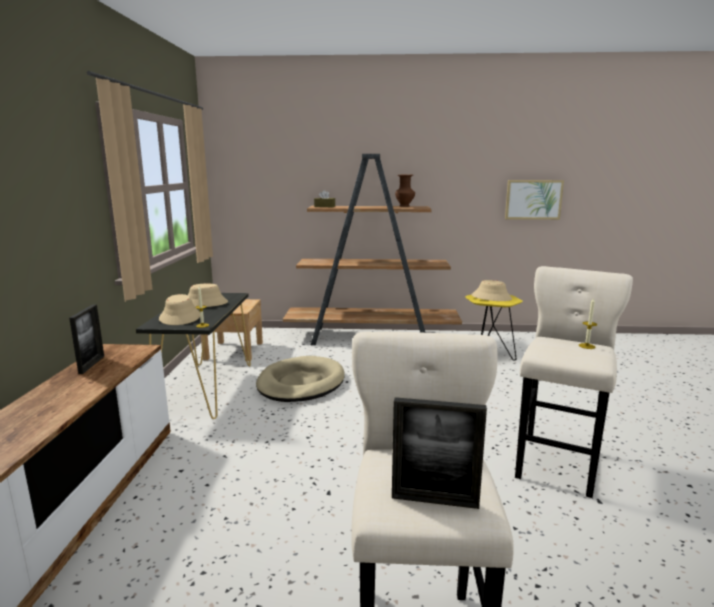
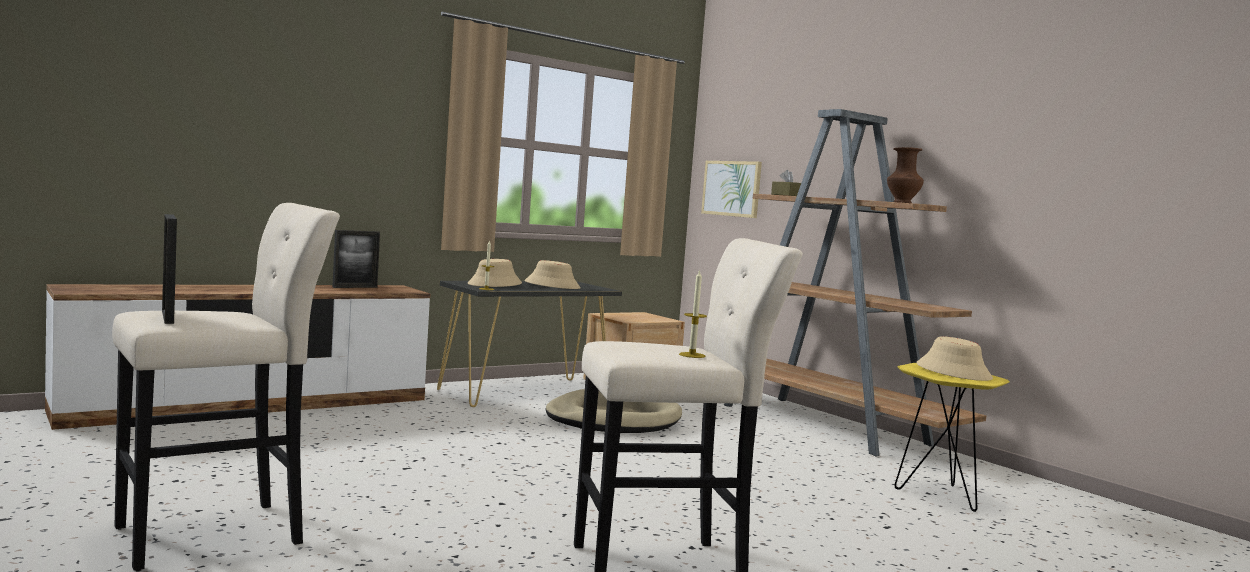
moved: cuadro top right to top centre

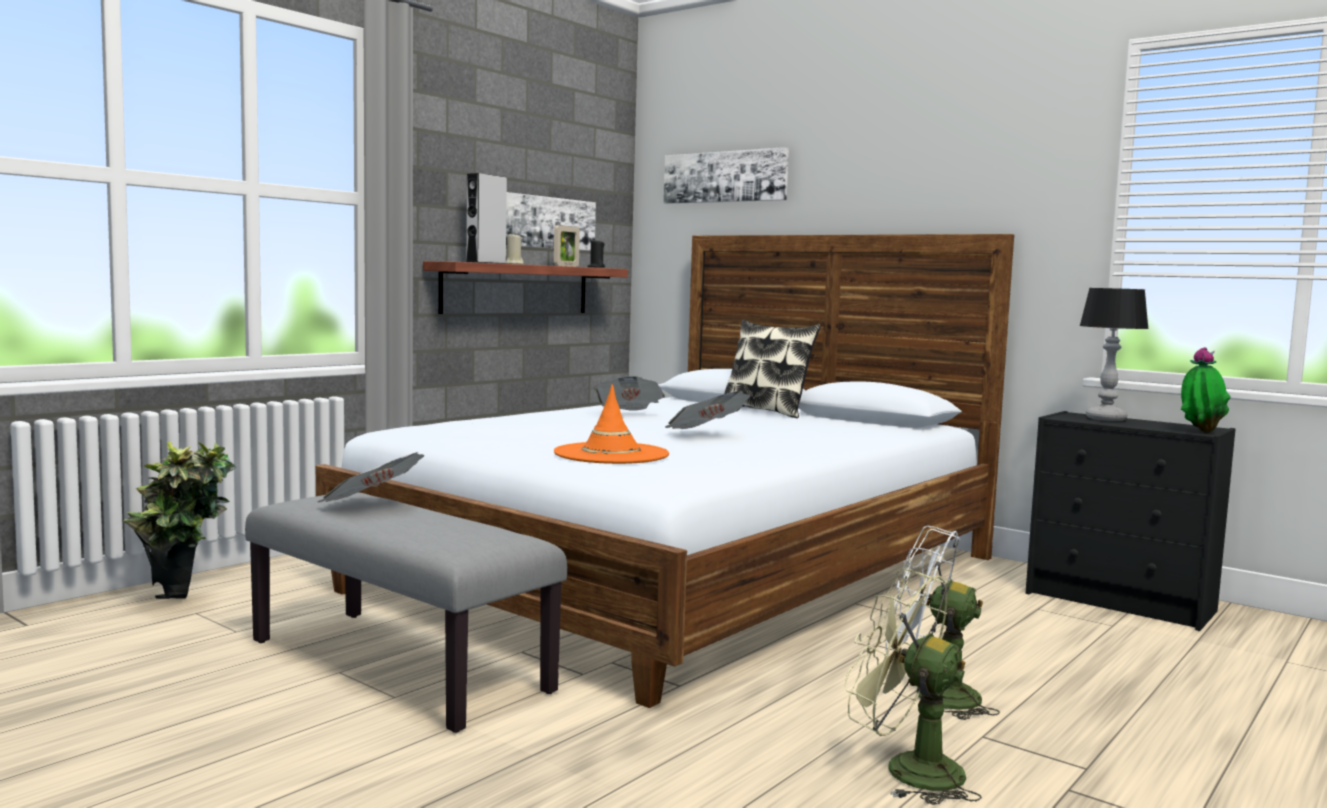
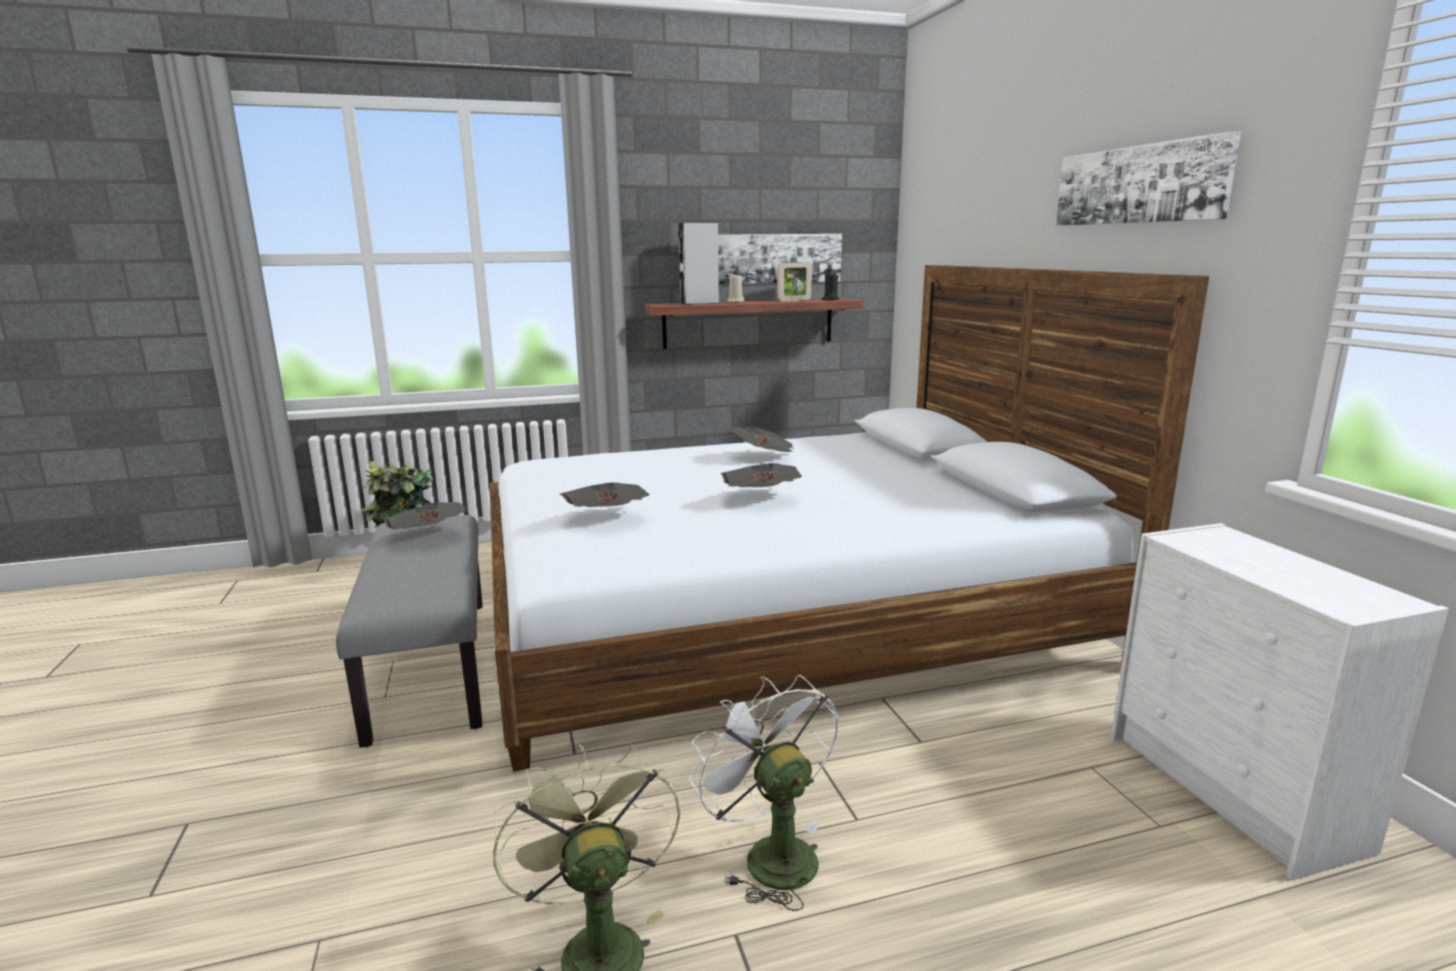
removed: lámpara de mesa middle right; cojín centre; planta en maceta (2nd from left) middle right
moved: cuadro (2nd from left) top centre to top right
replaced: sombrero (naranja) centre to periódico (2nd from left) centre
recoloured: cómoda (negro) middle right to cómoda (blanco) bottom right

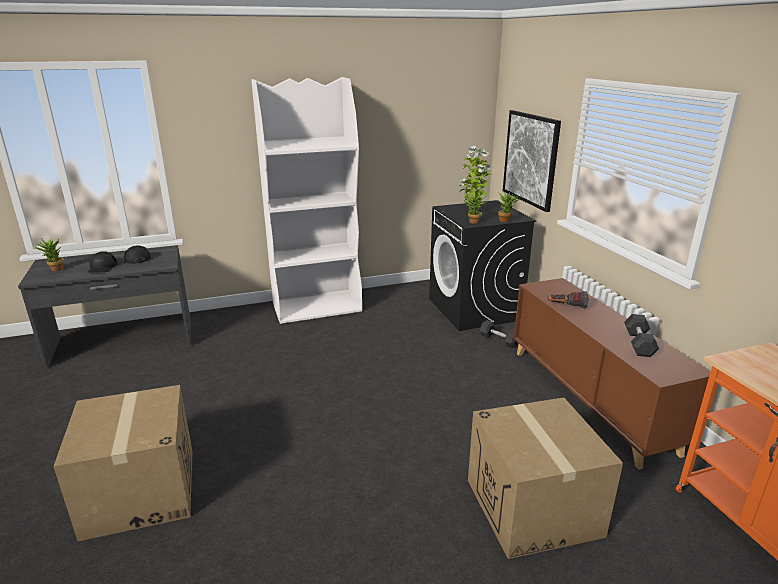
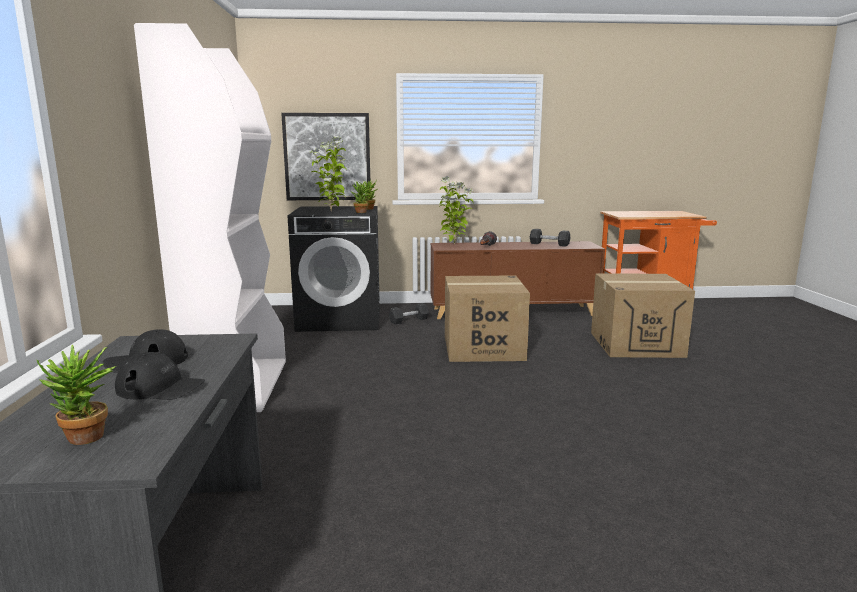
added: planta en maceta (5th from left) centre
moved: caja de cartón (1st from left) bottom left to centre

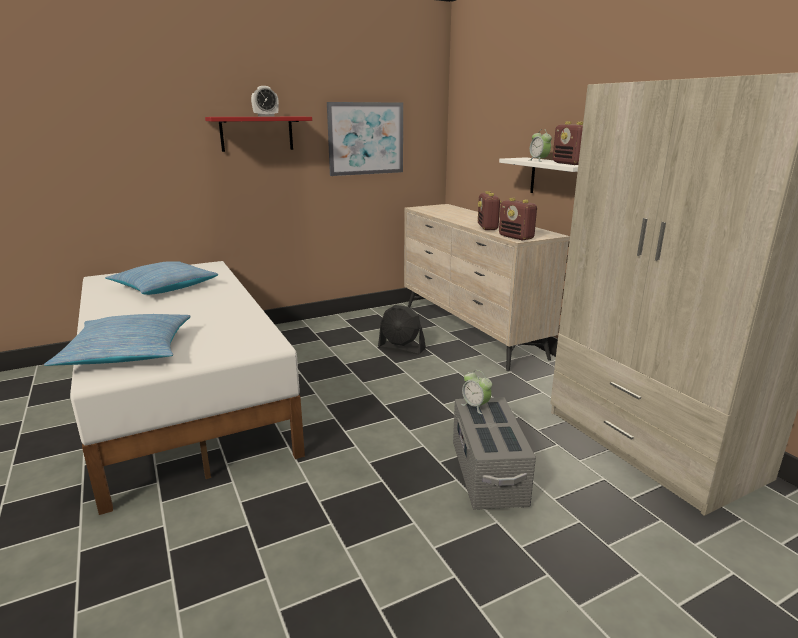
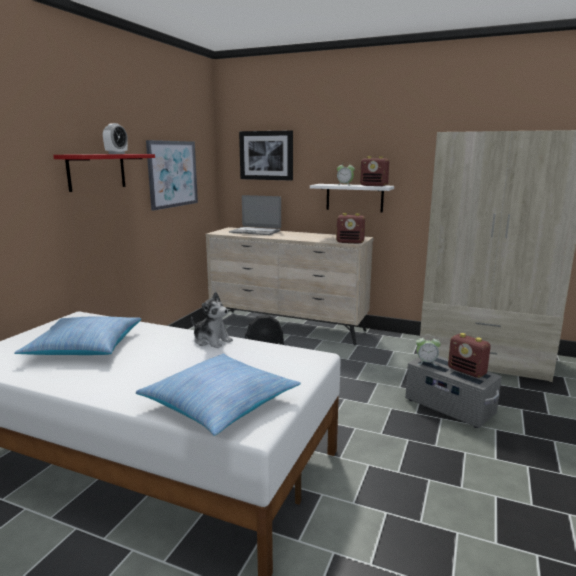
added: cuadro (2nd from left) top centre; portátil centre; peluche centre
moved: radio (1st from left in the first image) top centre to radio (3rd from left) middle right

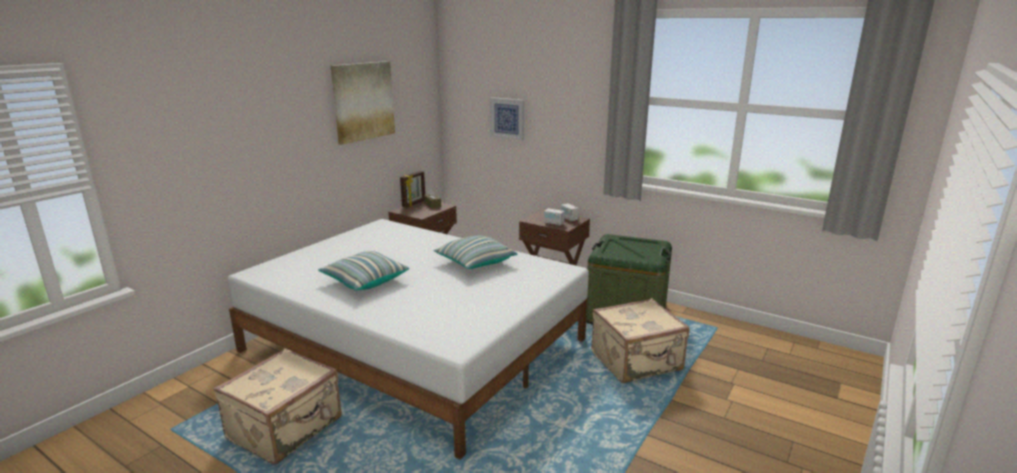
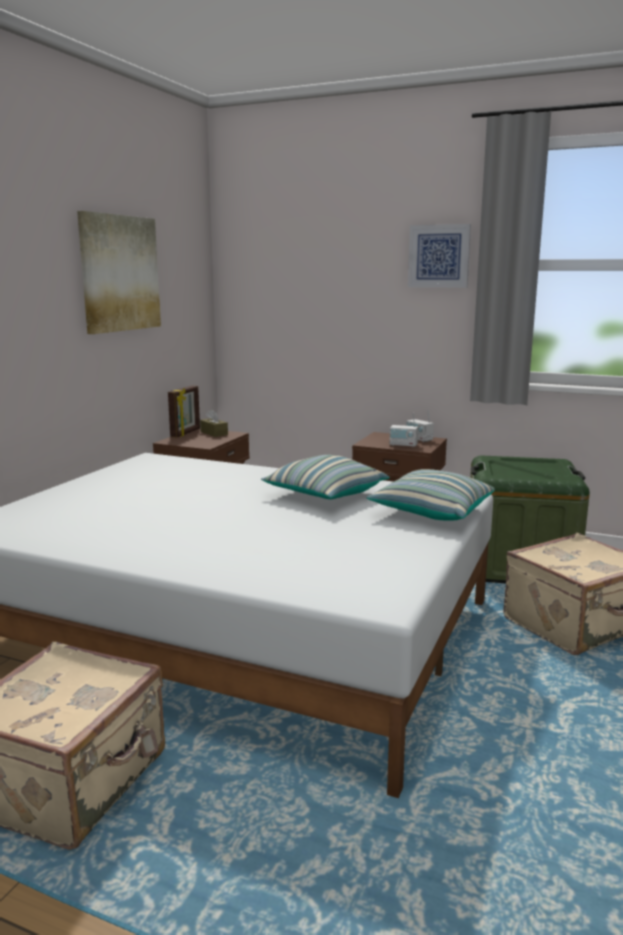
moved: cuadro (2nd from left) top centre to top right; cojín (1st from left in the first image) centre to cojín (2nd from left) middle right

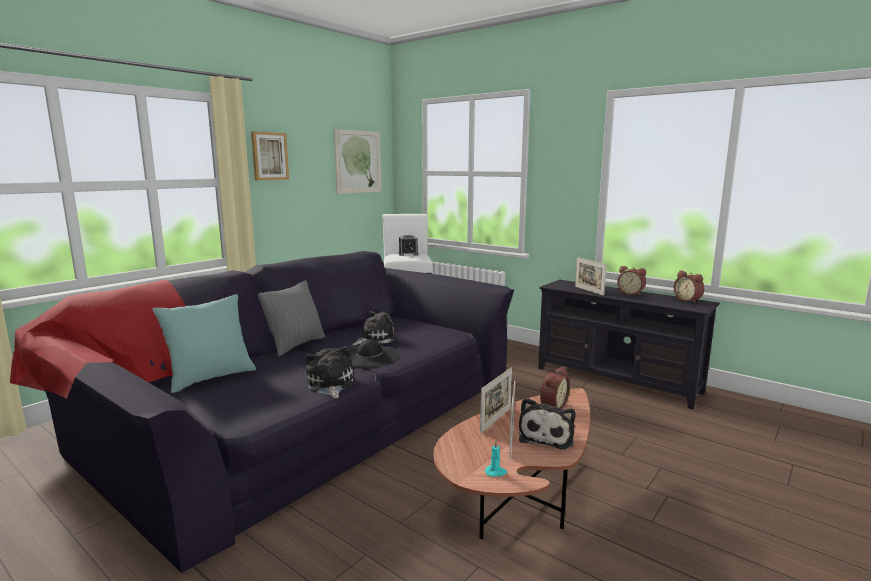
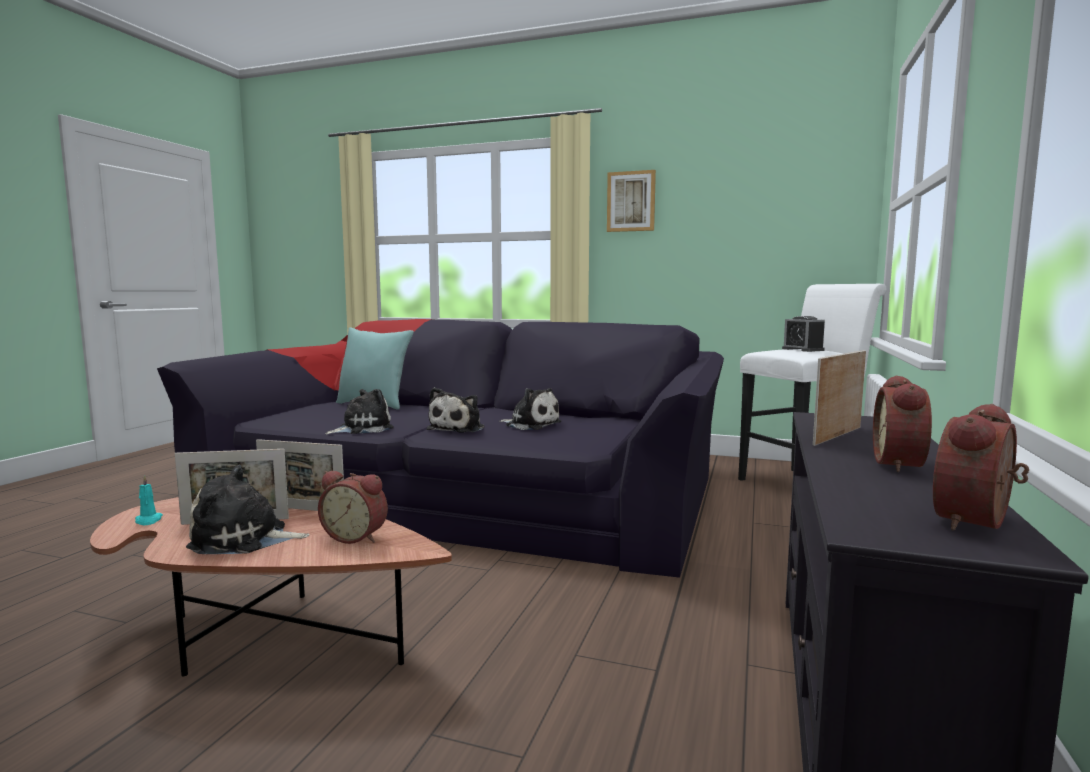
removed: cuadro (2nd from left) top centre; cojín (gris) centre
replaced: sombrero (negro) centre to peluche (3rd from left) centre

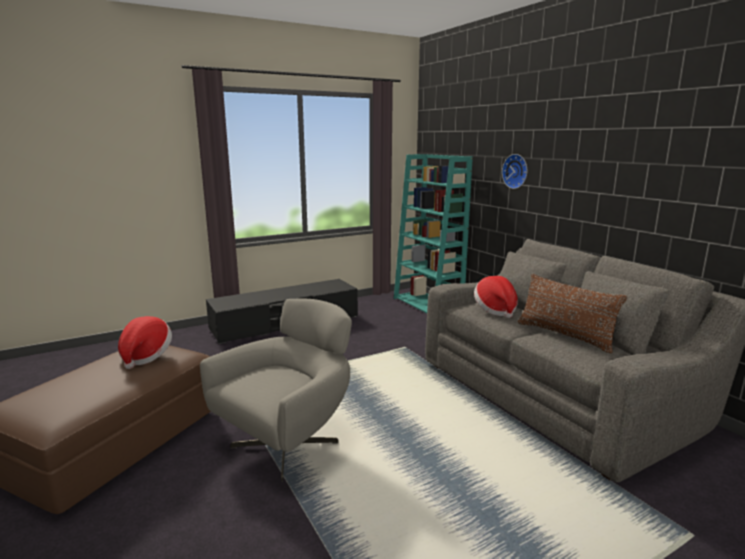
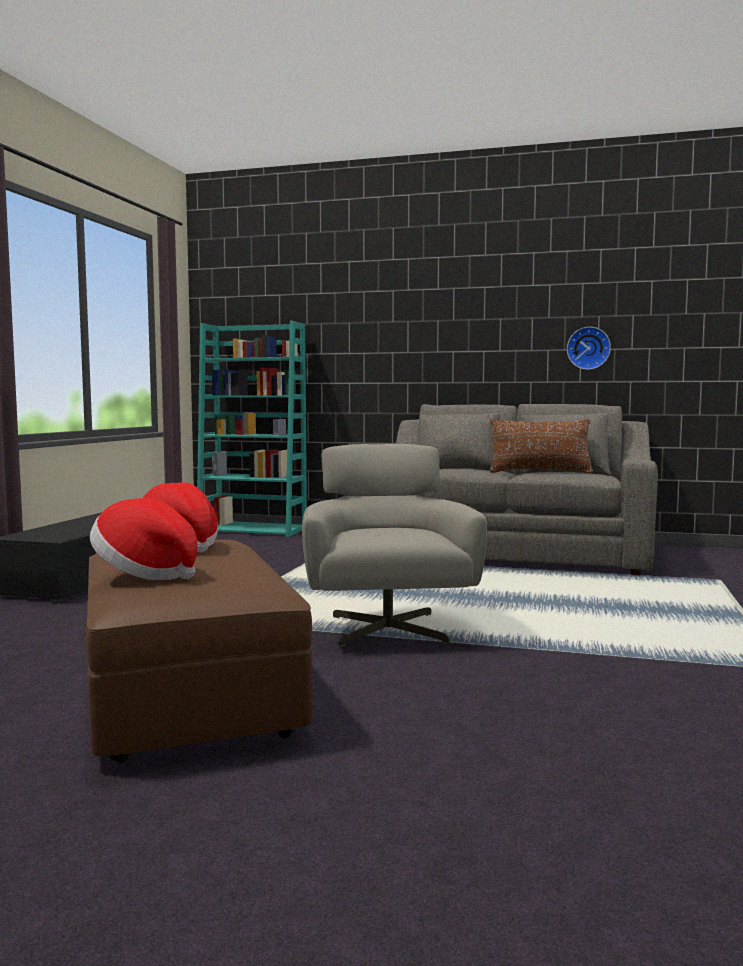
moved: reloj de pared top right to middle right; sombrero (2nd from left in the first image) centre to sombrero (1st from left) middle left

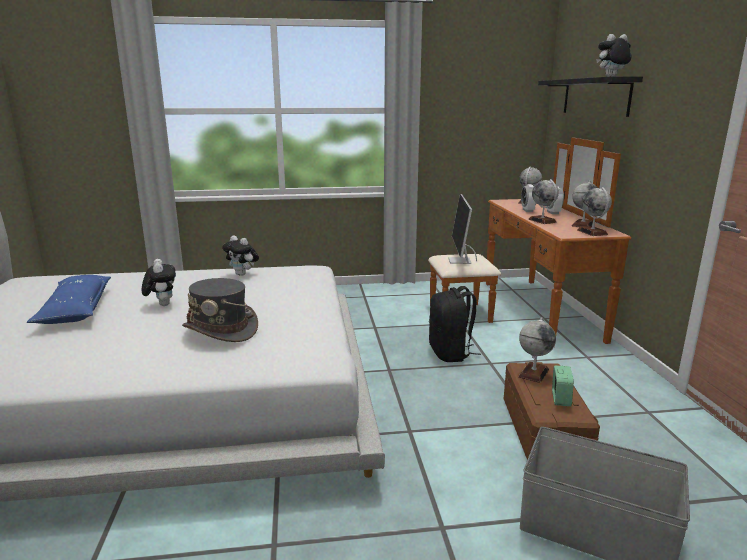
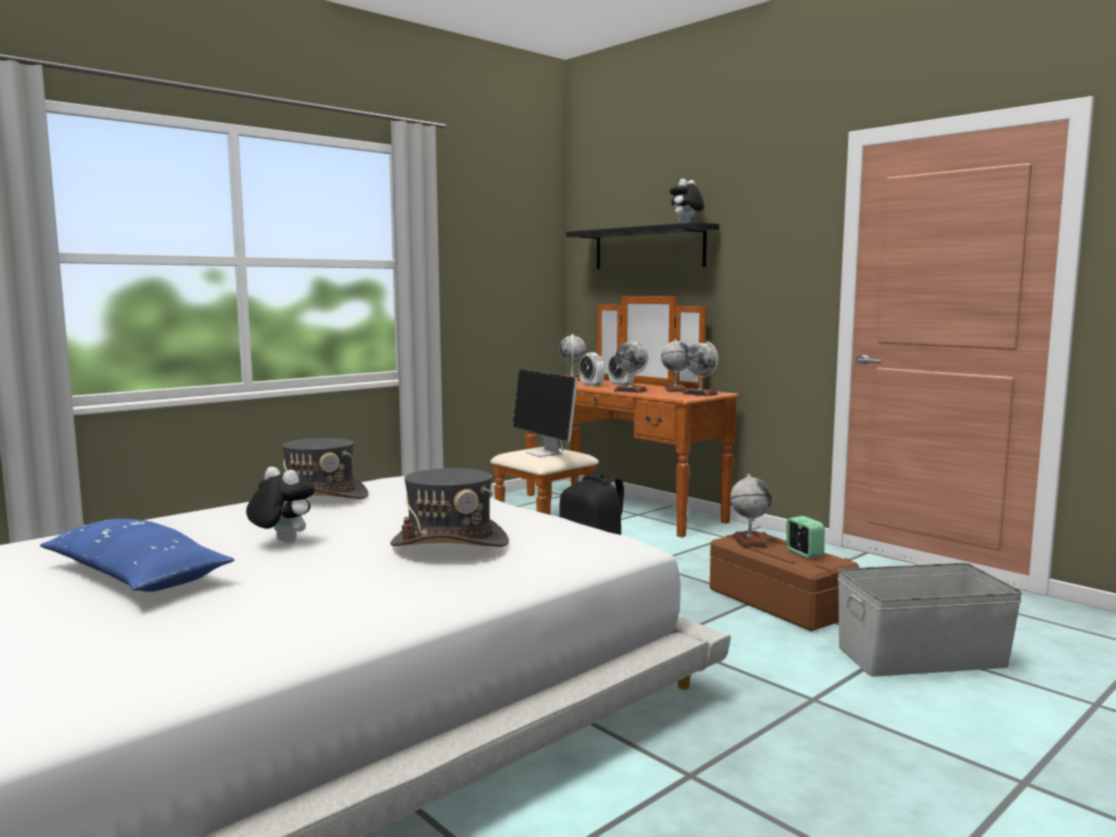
replaced: peluche (2nd from left) middle left to sombrero (gris) (1st from left) middle left

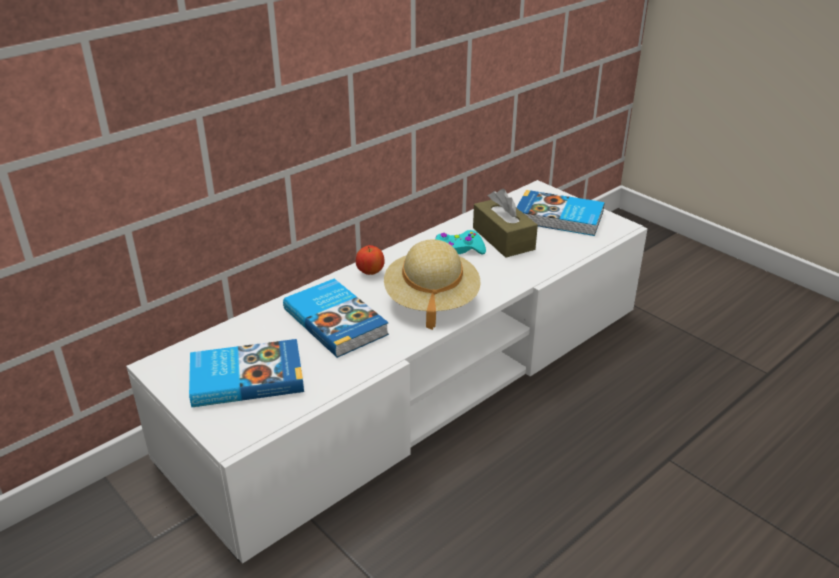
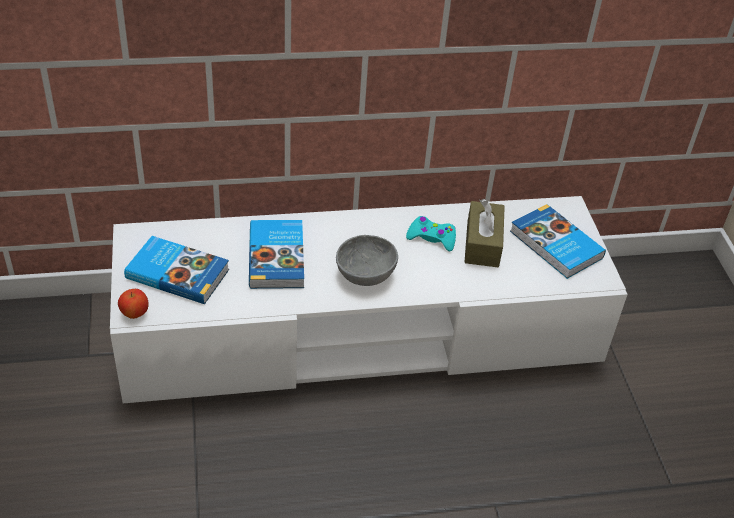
moved: manzana centre to middle left
replaced: sombrero (beis) centre to cuenco (gris) centre

